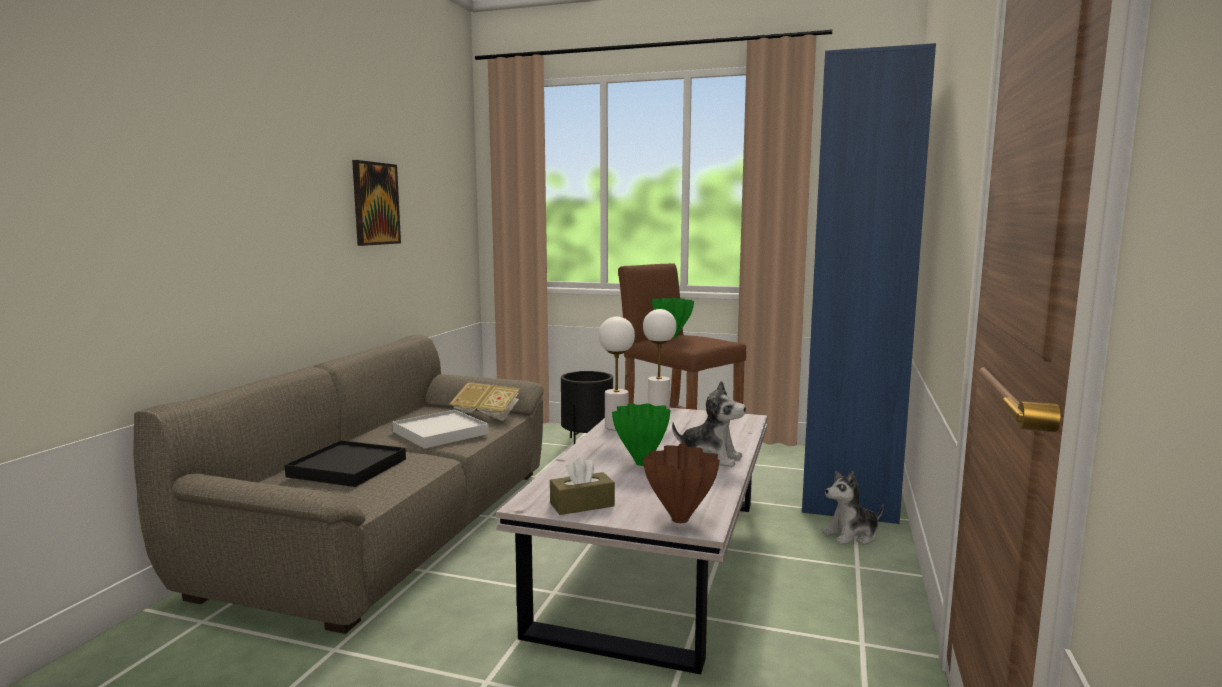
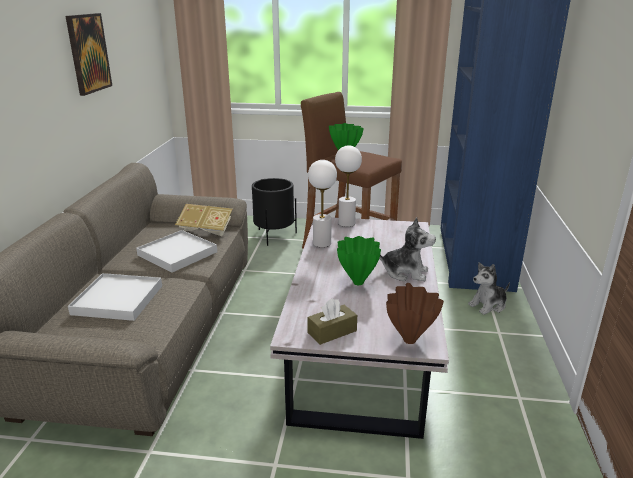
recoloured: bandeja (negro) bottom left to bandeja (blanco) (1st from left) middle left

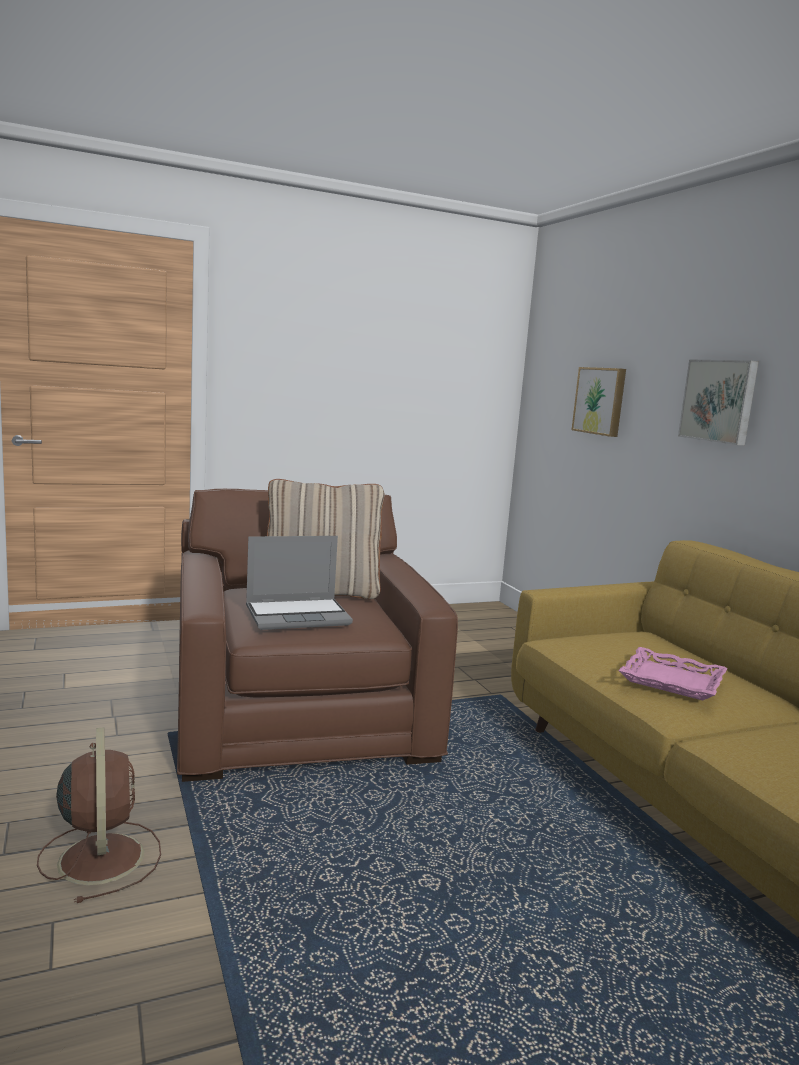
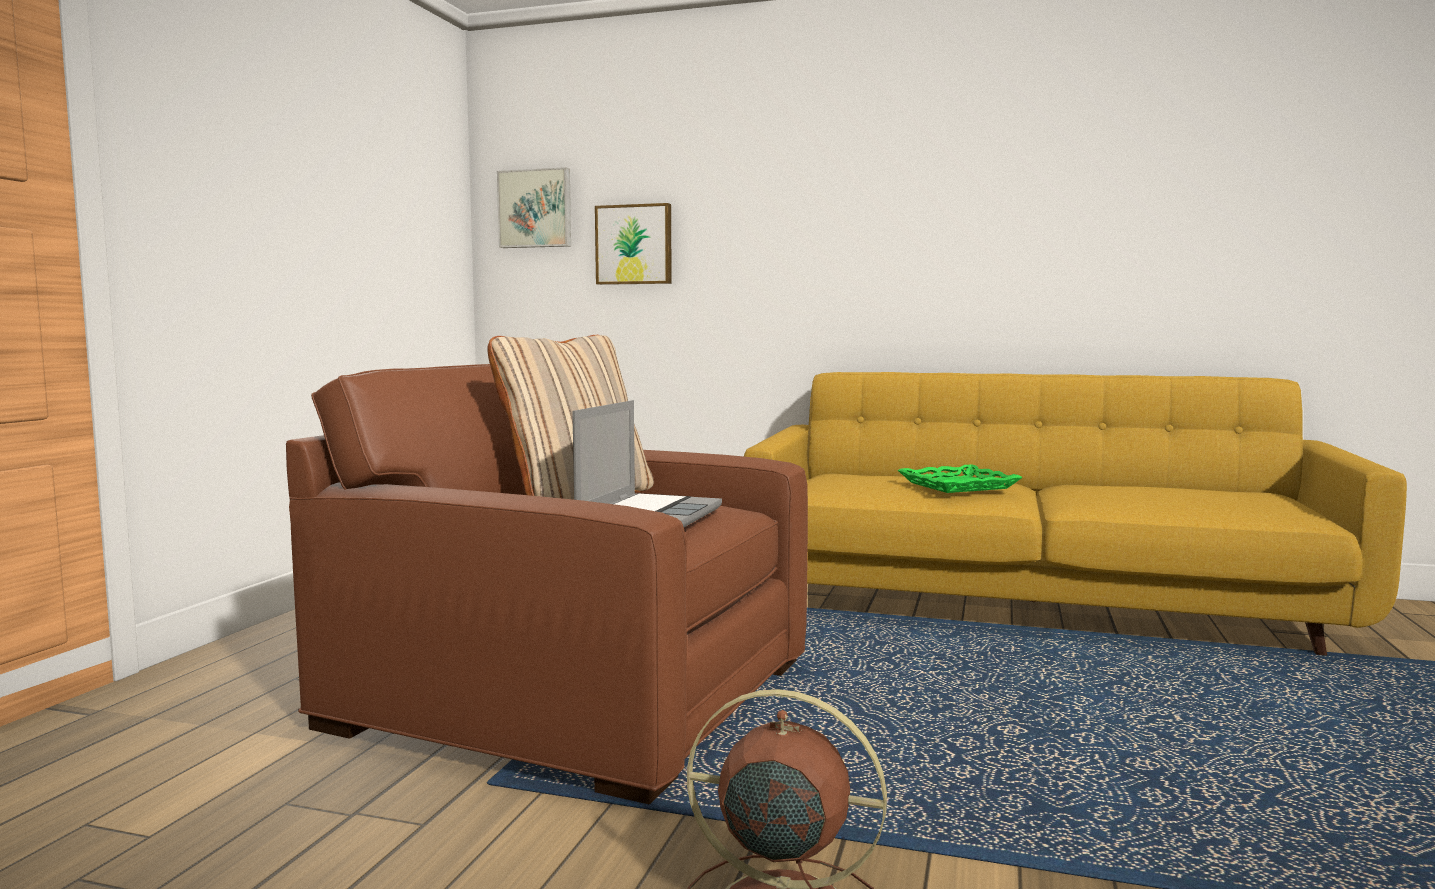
moved: cuadro (2nd from left in the first image) middle right to cuadro (1st from left) top centre
recoloured: bandeja (rosa) middle right to bandeja (verde) middle right

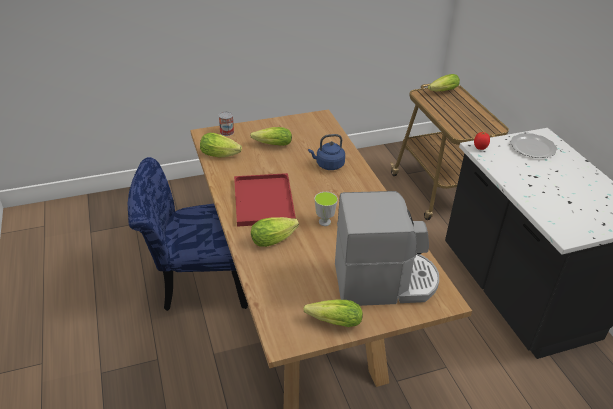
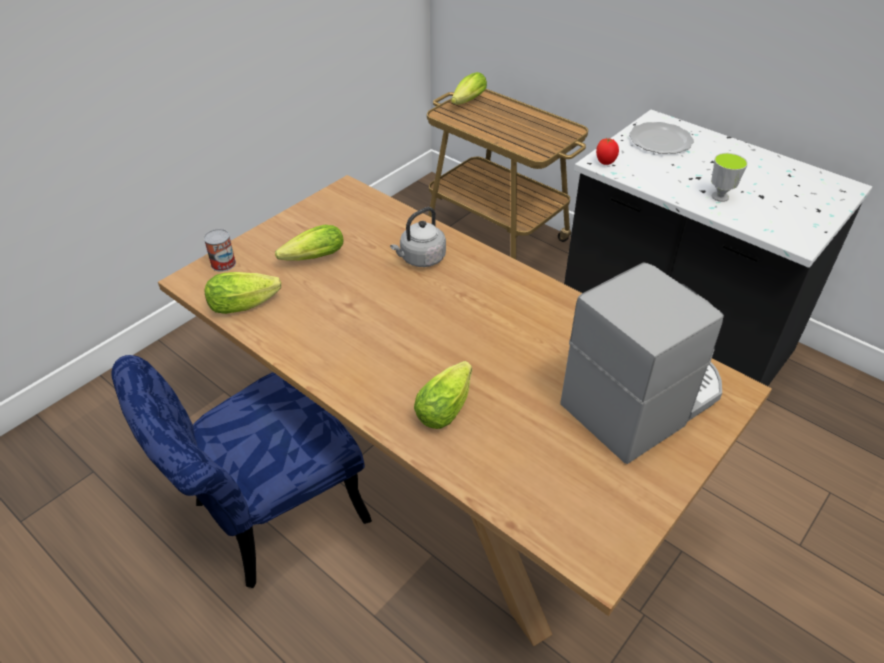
removed: bandeja (rojo) centre; lechuga (4th from left) bottom centre
moved: taza centre to top right
recoloured: hervidor (azul) centre to hervidor (gris) centre

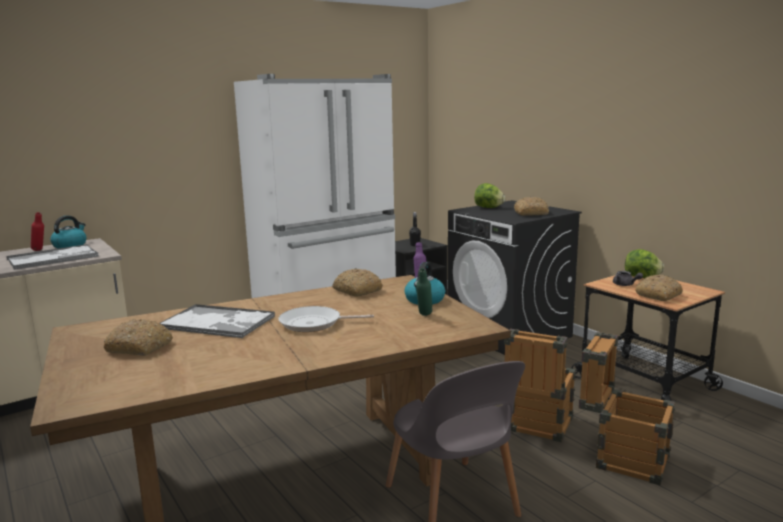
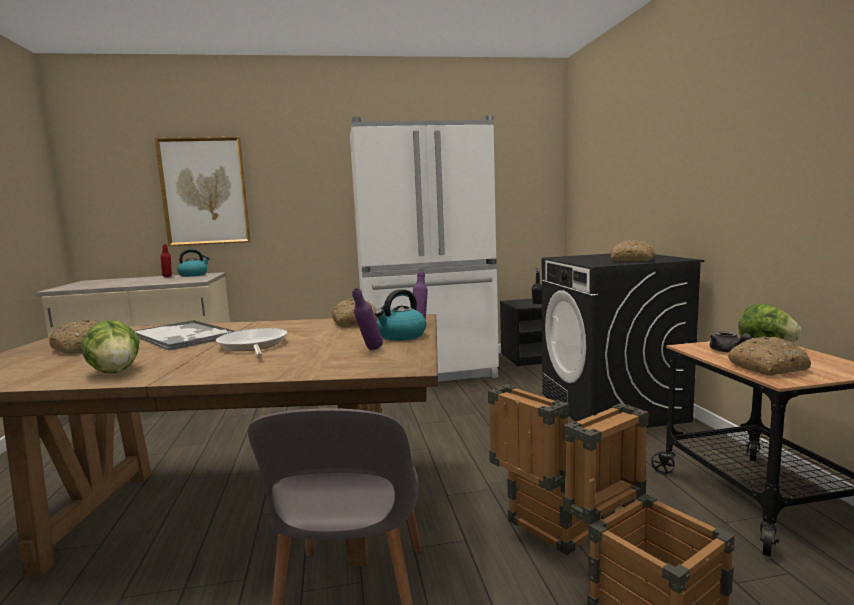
removed: bandeja (1st from left) middle left
added: cuadro top left
moved: lechuga (1st from left) centre to middle left
recoloured: botella (verde) centre to botella (morado) (1st from left) centre
turned: sartén centre = middle left 45 degrees clockwise

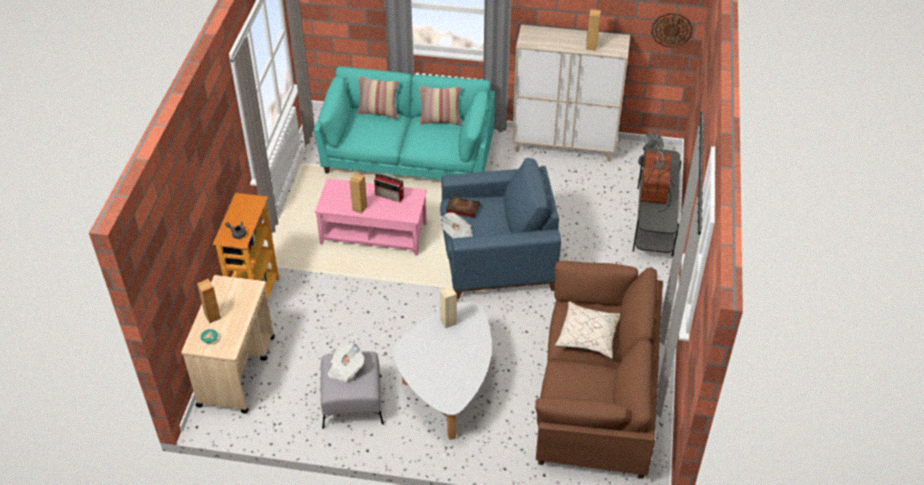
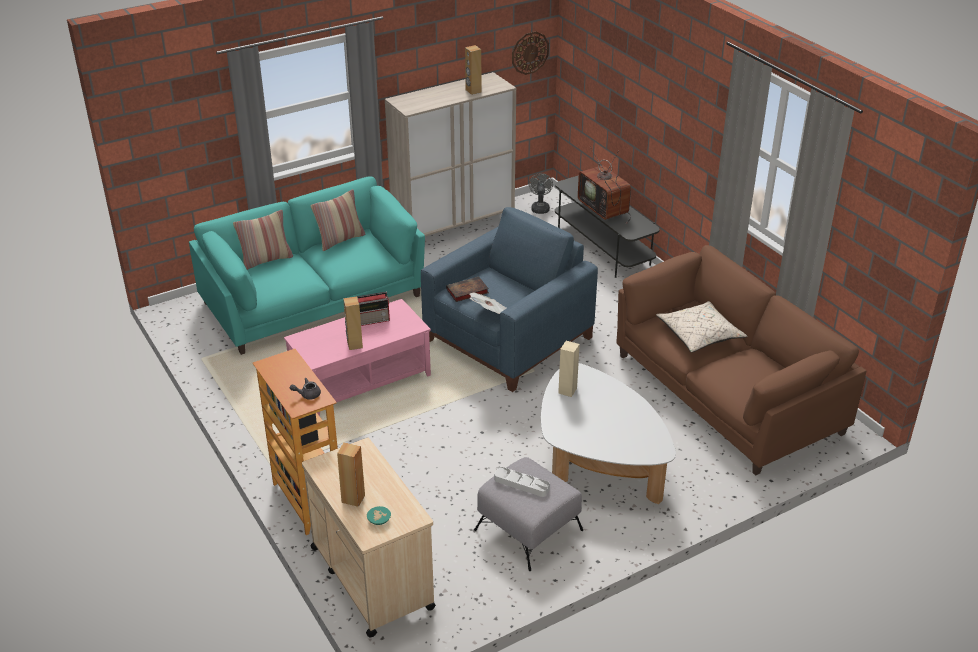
replaced: periódico (1st from left) bottom centre to bandeja (gris) bottom centre

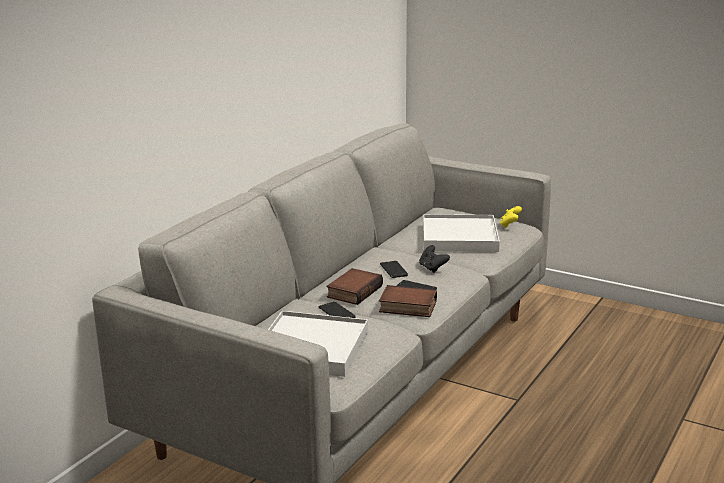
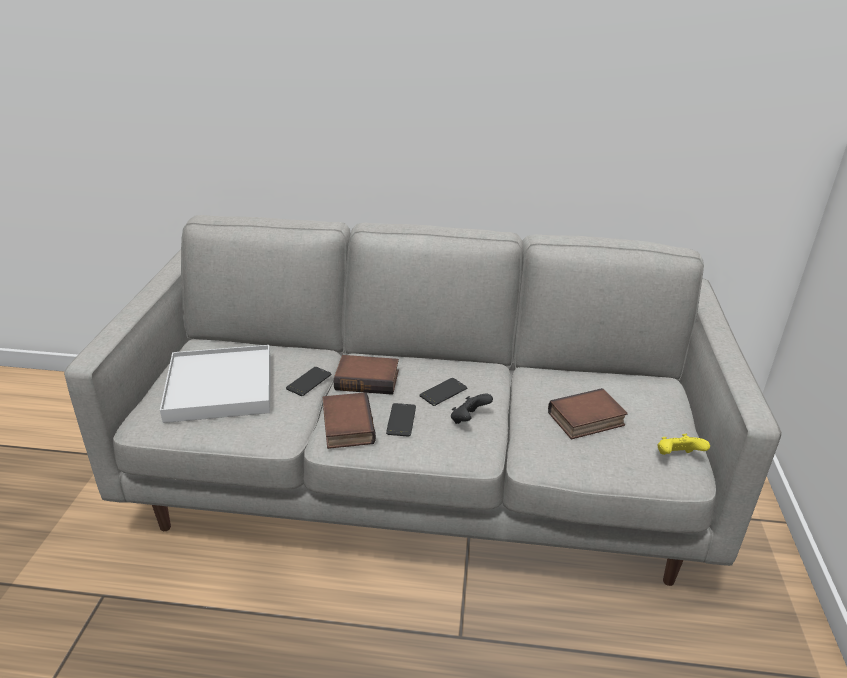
replaced: bandeja (blanco) (2nd from left) centre to libro (3rd from left) middle right

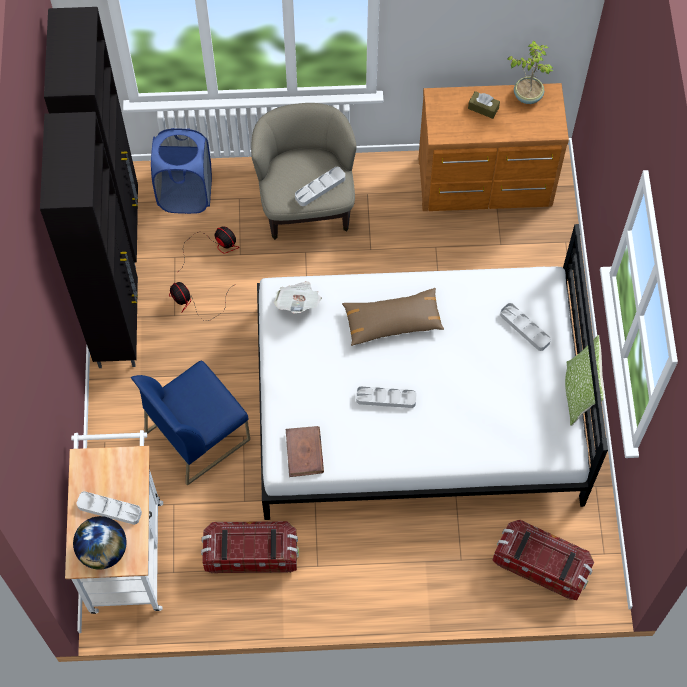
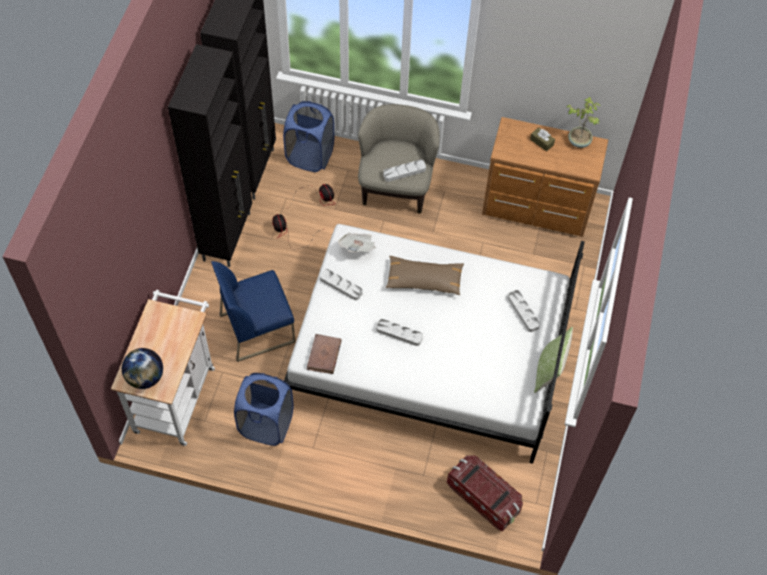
moved: bandeja (gris) (1st from left) bottom left to centre
replaced: caja de almacenaje (1st from left) bottom centre to cesto de la ropa (azul) (1st from left) bottom centre

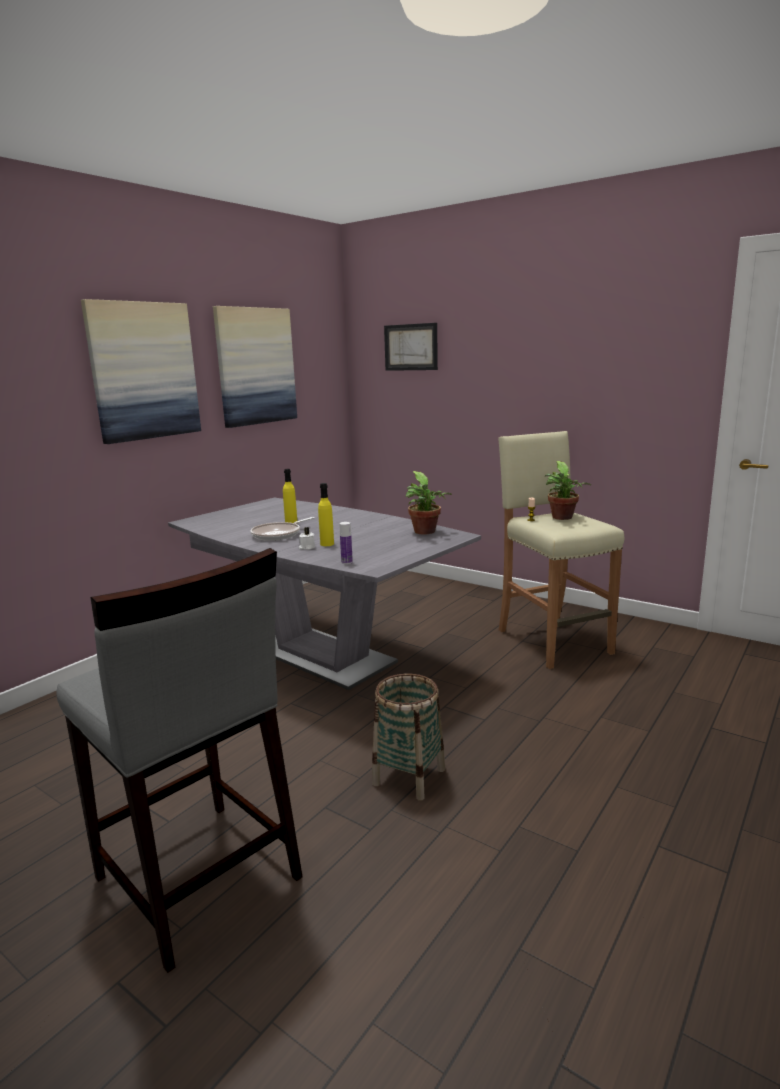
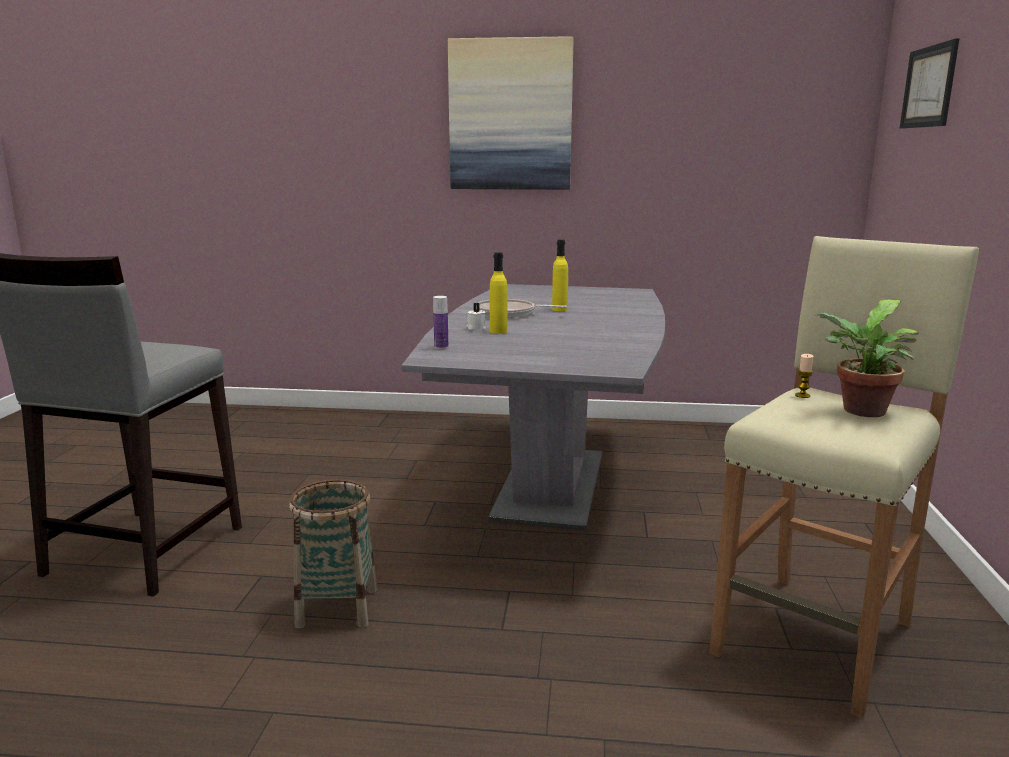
removed: cuadro (2nd from left) middle left; planta en maceta (1st from left) centre

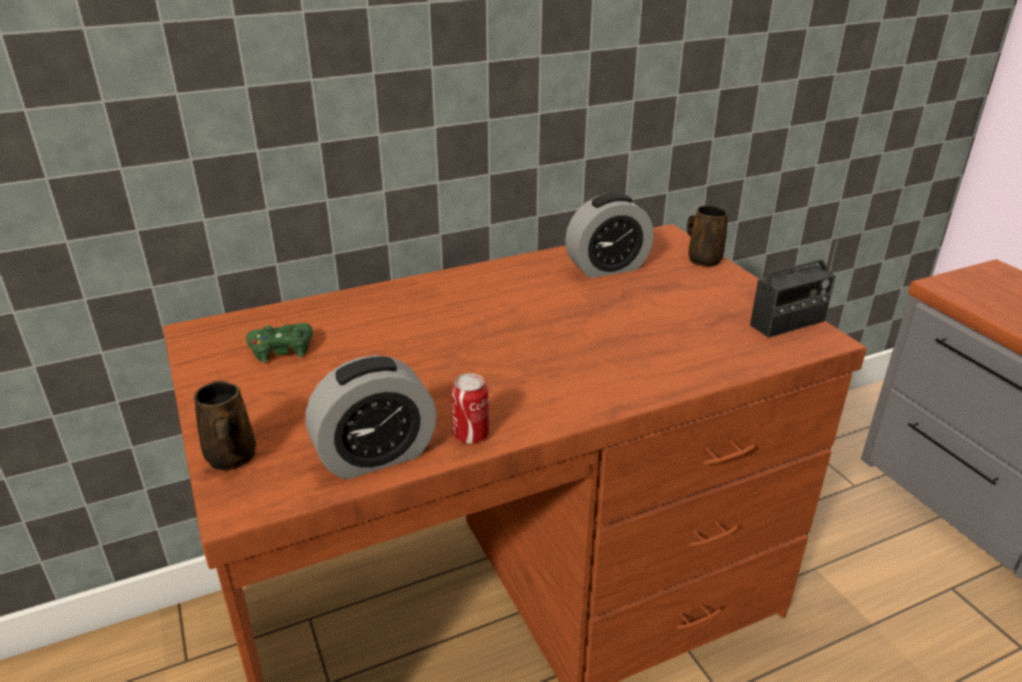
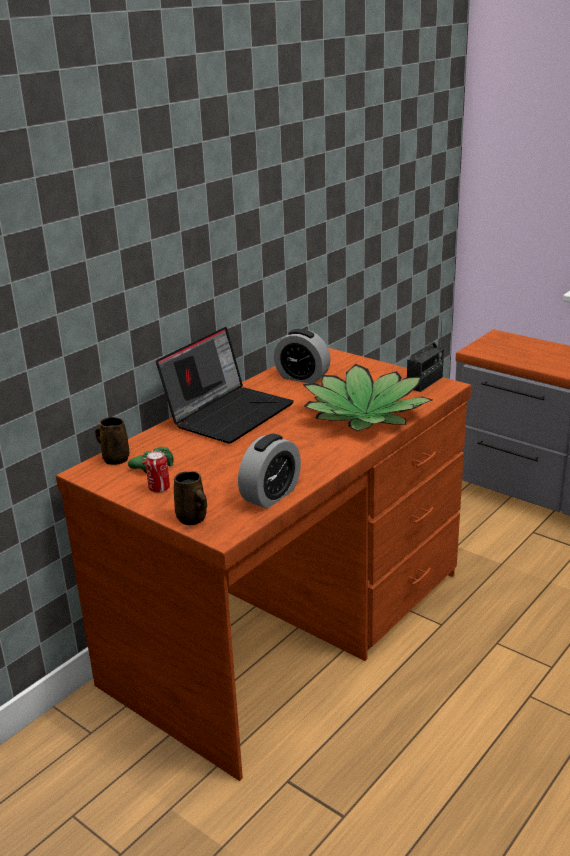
added: portátil centre; planta en maceta centre
moved: taza grande (marrón) (2nd from left in the first image) middle right to taza grande (marrón) (1st from left) middle left; lata centre to middle left
turned: despertador (2nd from left) centre = centre 75 degrees clockwise

